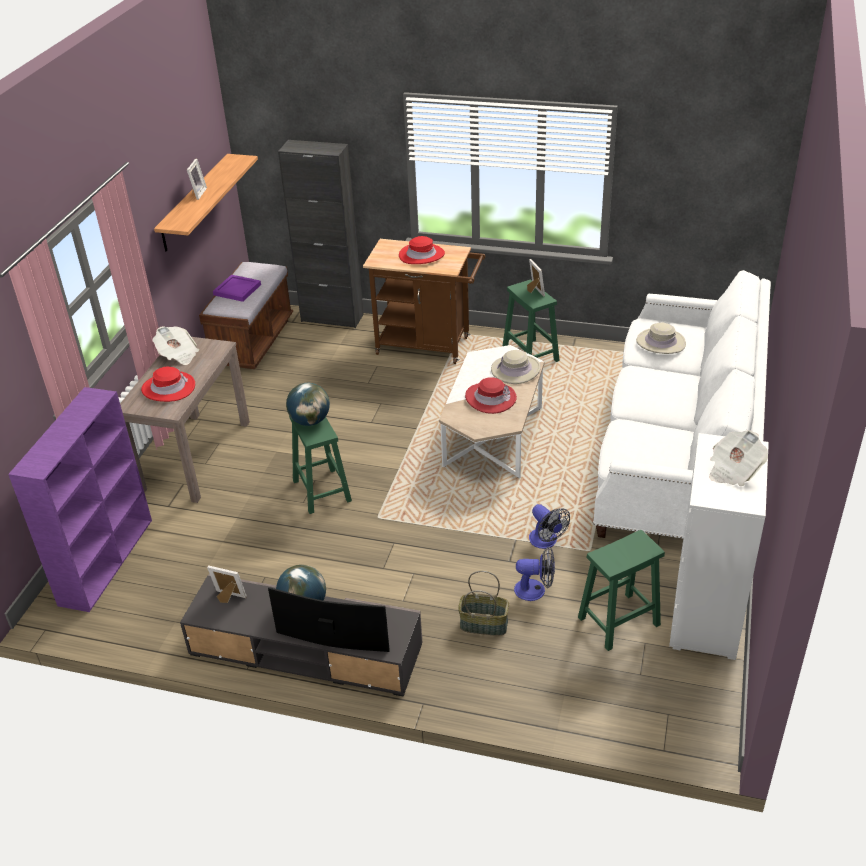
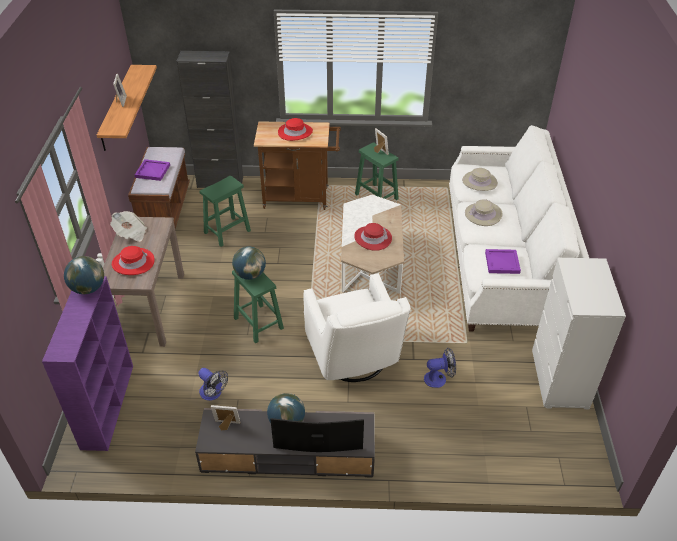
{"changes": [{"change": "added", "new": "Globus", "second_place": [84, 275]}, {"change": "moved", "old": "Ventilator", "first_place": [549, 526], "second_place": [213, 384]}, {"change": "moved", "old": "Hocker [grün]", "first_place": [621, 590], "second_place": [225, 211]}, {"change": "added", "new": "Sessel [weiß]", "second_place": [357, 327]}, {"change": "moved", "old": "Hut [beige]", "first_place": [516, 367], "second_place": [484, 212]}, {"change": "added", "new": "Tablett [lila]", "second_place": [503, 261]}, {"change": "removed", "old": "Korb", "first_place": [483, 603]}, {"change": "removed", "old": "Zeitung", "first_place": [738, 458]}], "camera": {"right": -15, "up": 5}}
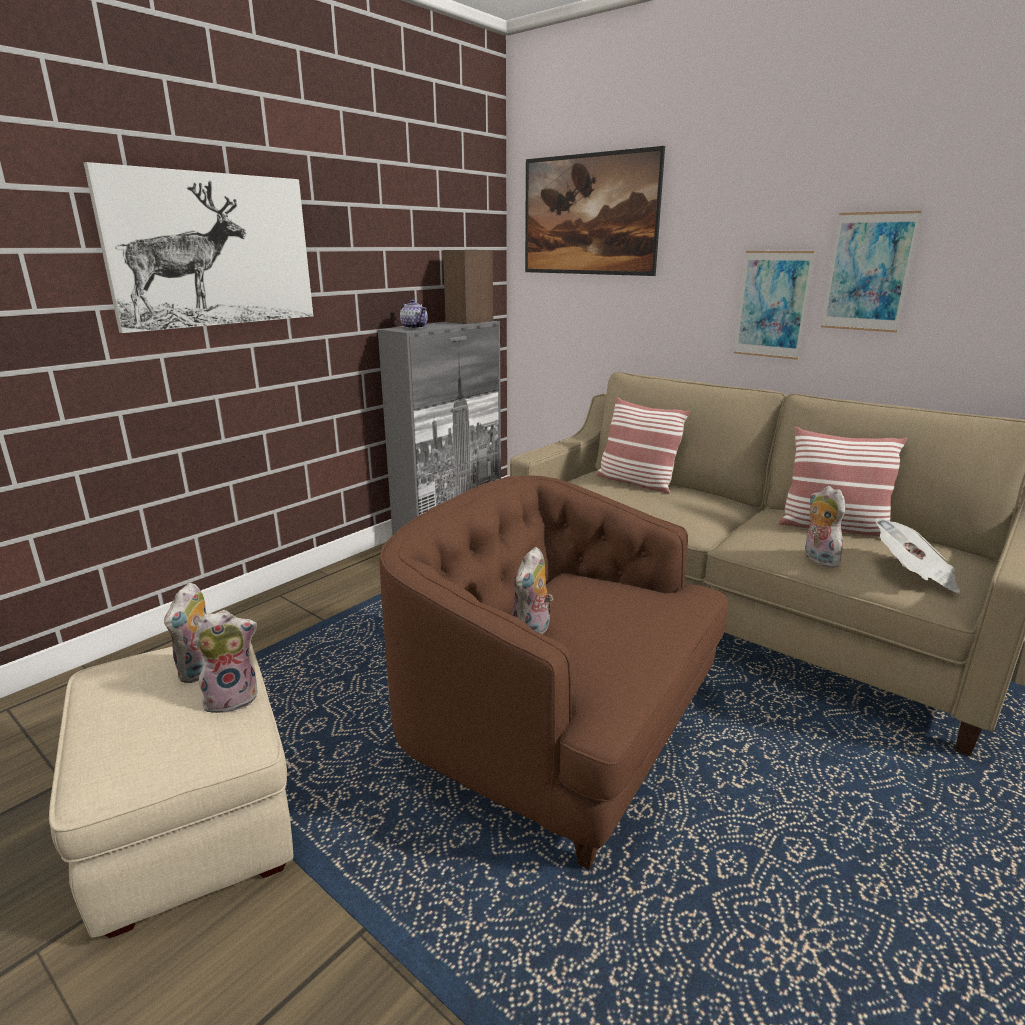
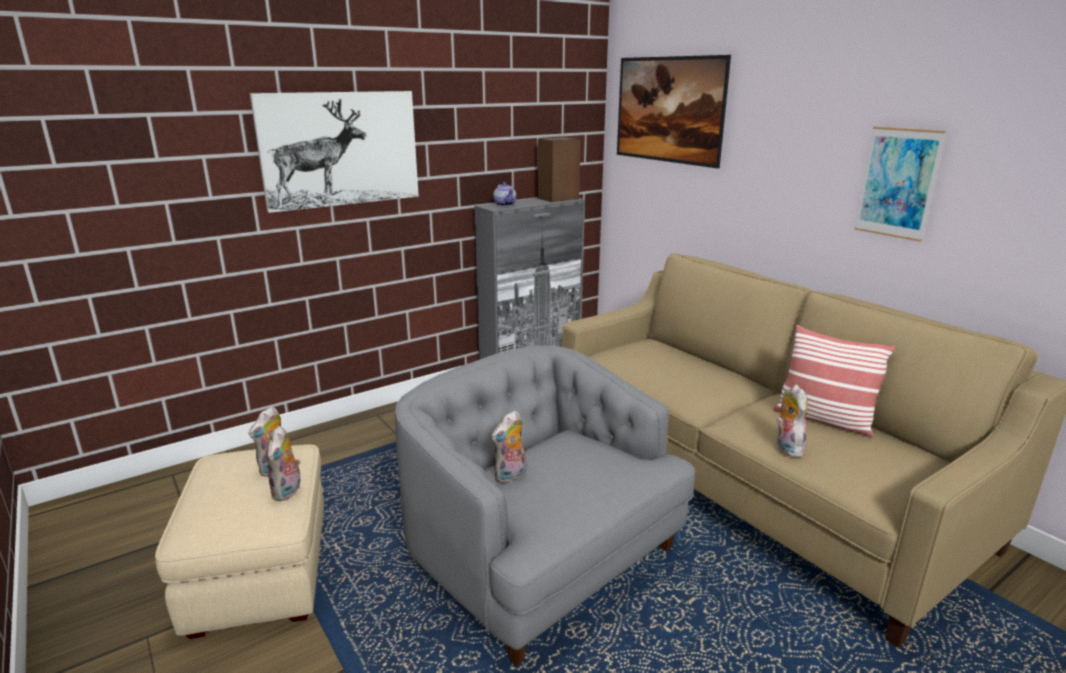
{"changes": [{"change": "turned", "old": "Plüschtier", "first_place": [225, 661], "second_place": [283, 463], "degrees": 105}, {"change": "recoloured", "old": "Sessel [braun]", "new": "Sessel [grau]", "first_place": [553, 672], "second_place": [545, 505]}, {"change": "removed", "old": "Kissen", "first_place": [643, 445]}, {"change": "removed", "old": "Bild", "first_place": [774, 305]}, {"change": "removed", "old": "Zeitung", "first_place": [917, 555]}], "camera": {"right": 15, "up": 0}}
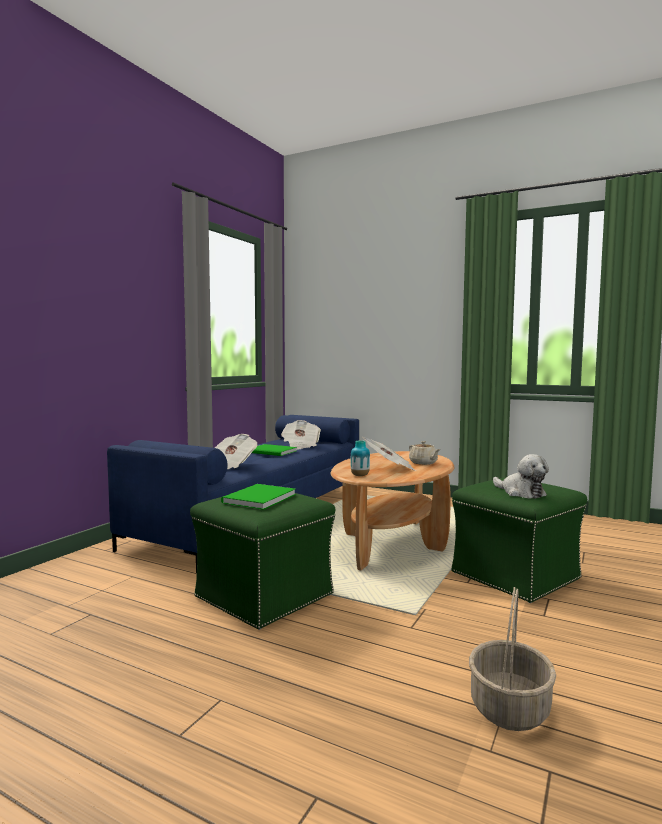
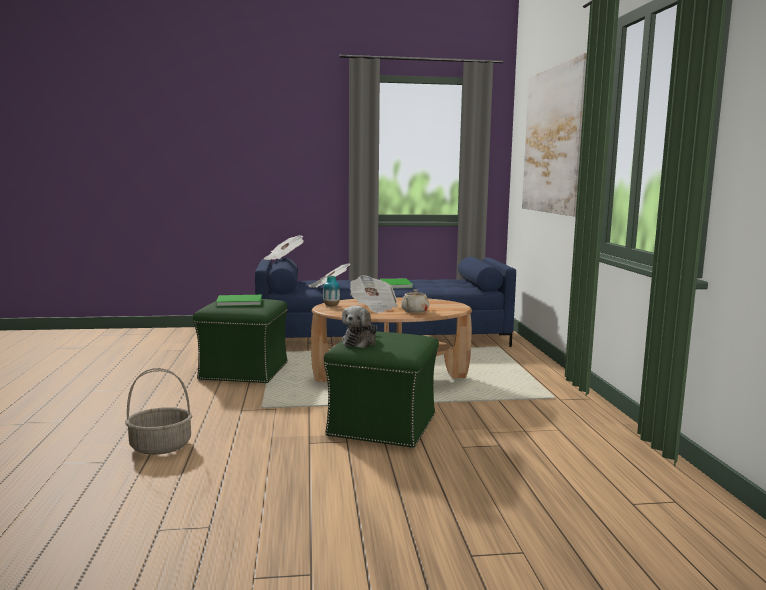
{"changes": [{"change": "moved", "old": "Zeitung", "first_place": [301, 435], "second_place": [284, 247]}, {"change": "added", "new": "Bild", "second_place": [554, 135]}], "camera": {"right": 55, "up": 5}}
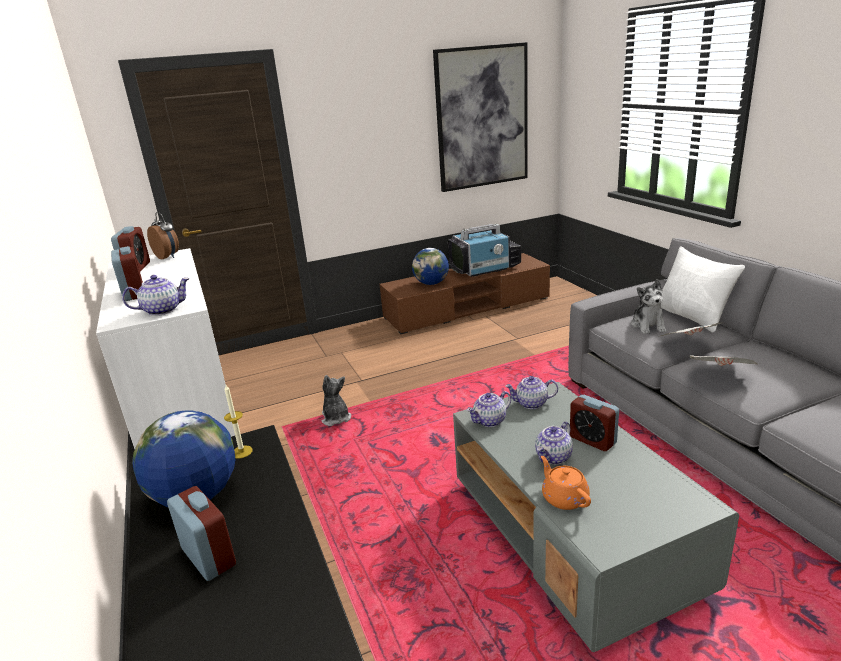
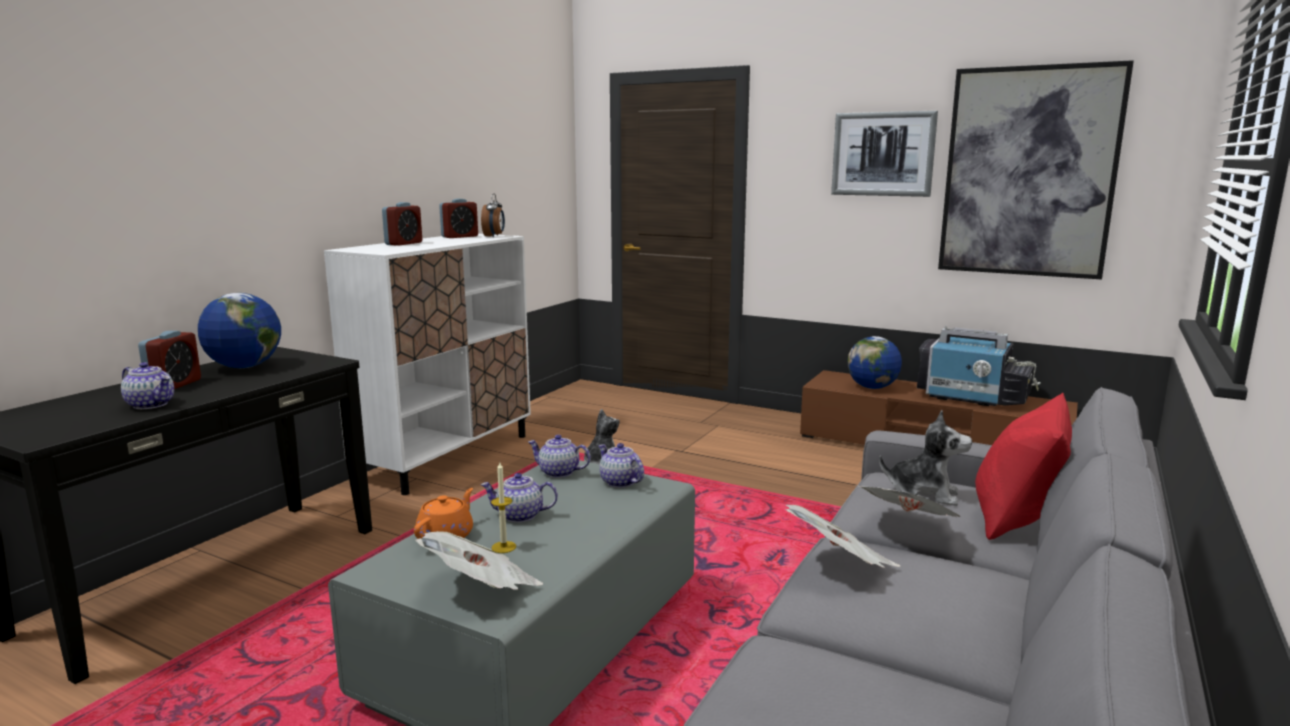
{"changes": [{"change": "moved", "old": "Teekanne", "first_place": [156, 295], "second_place": [147, 385]}, {"change": "added", "new": "Zeitung", "second_place": [479, 560]}, {"change": "moved", "old": "Kerze", "first_place": [238, 422], "second_place": [503, 507]}, {"change": "added", "new": "Bild", "second_place": [884, 154]}, {"change": "turned", "old": "Plüschtier", "first_place": [649, 306], "second_place": [925, 458], "degrees": -120}, {"change": "recoloured", "old": "Kissen [weiß]", "new": "Kissen [rot]", "first_place": [703, 289], "second_place": [1023, 466]}, {"change": "removed", "old": "Wecker", "first_place": [594, 423]}], "camera": {"right": 50, "up": -10}}
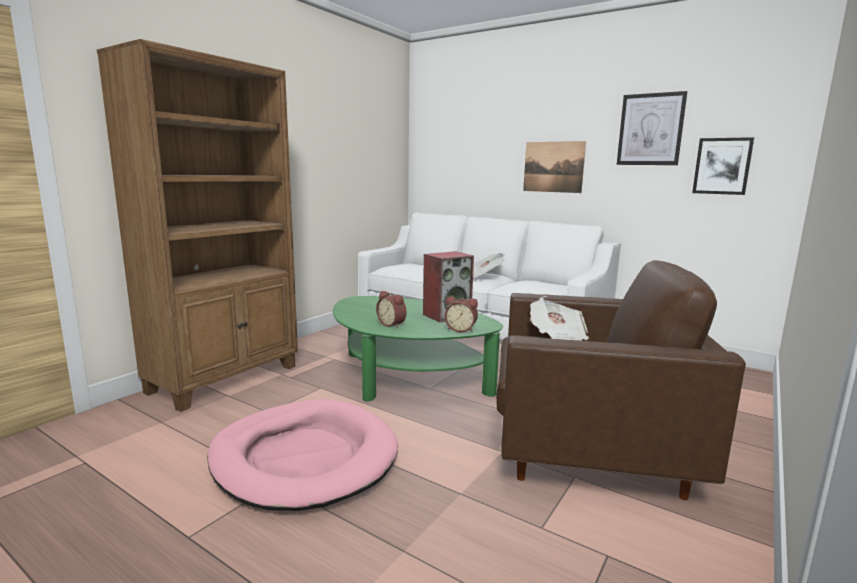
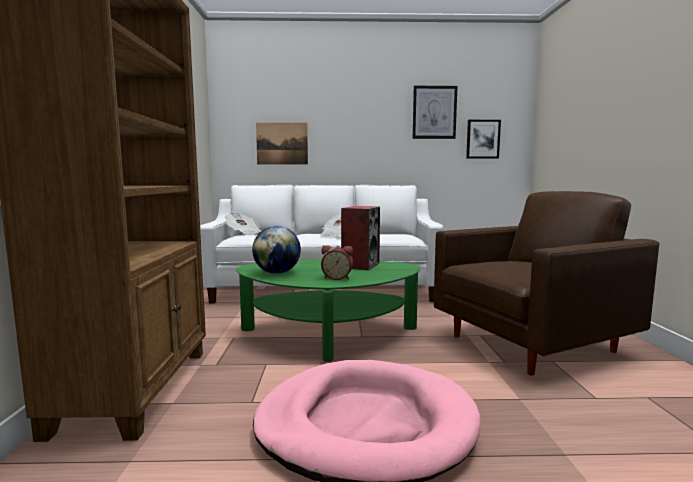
{"changes": [{"change": "moved", "old": "Zeitung", "first_place": [559, 318], "second_place": [243, 224]}, {"change": "added", "new": "Globus", "second_place": [276, 250]}, {"change": "moved", "old": "Bild", "first_place": [554, 167], "second_place": [282, 144]}, {"change": "removed", "old": "Wecker", "first_place": [461, 314]}], "camera": {"right": -35, "up": -5}}
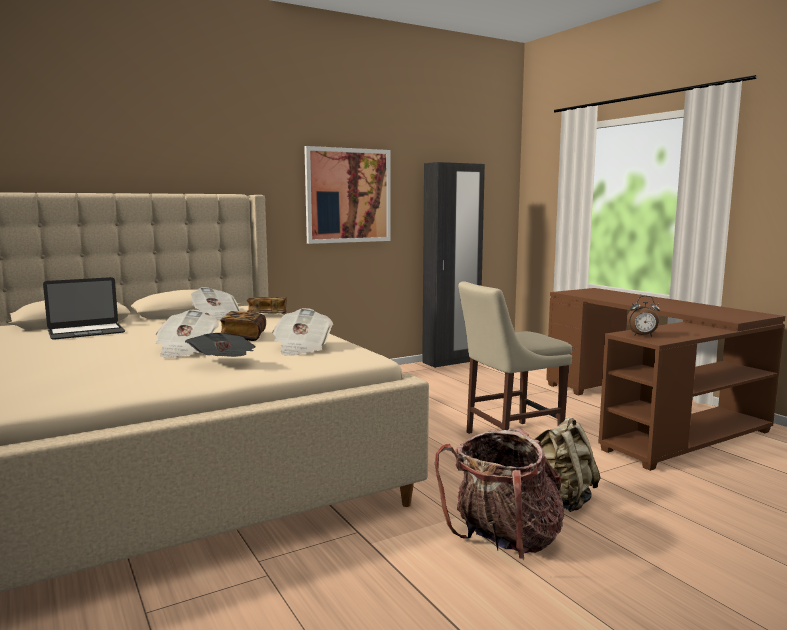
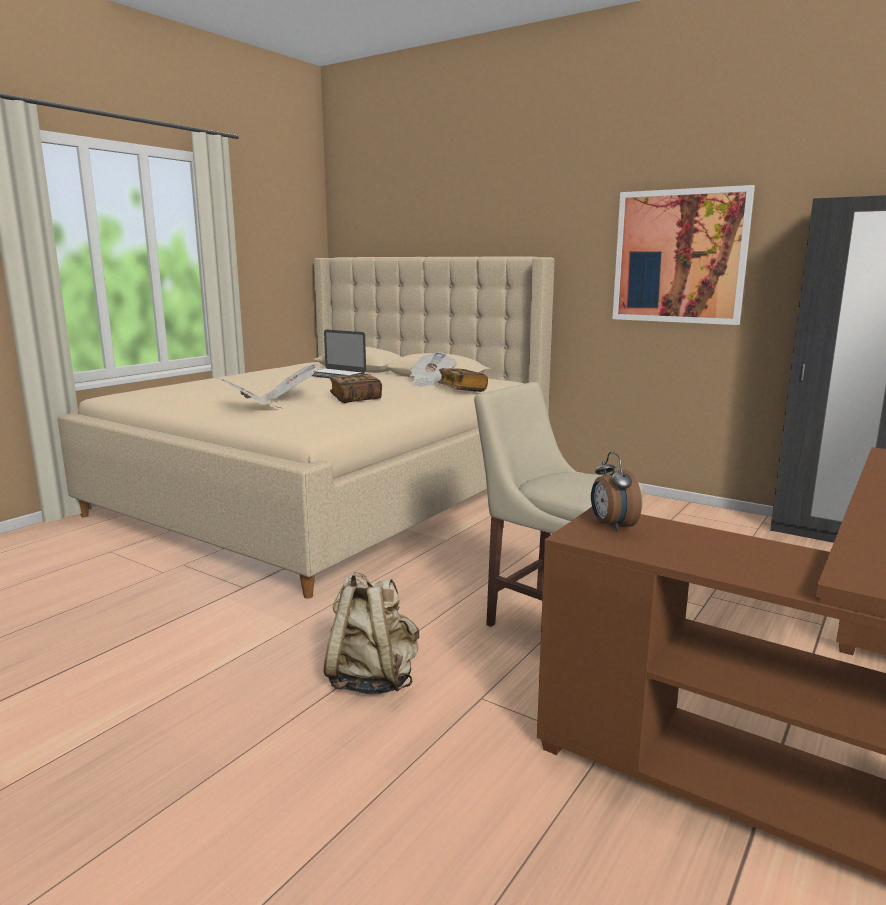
{"changes": [{"change": "removed", "old": "Zeitung", "first_place": [302, 332]}, {"change": "removed", "old": "Rucksack", "first_place": [499, 494]}], "camera": {"right": 65, "up": 5}}
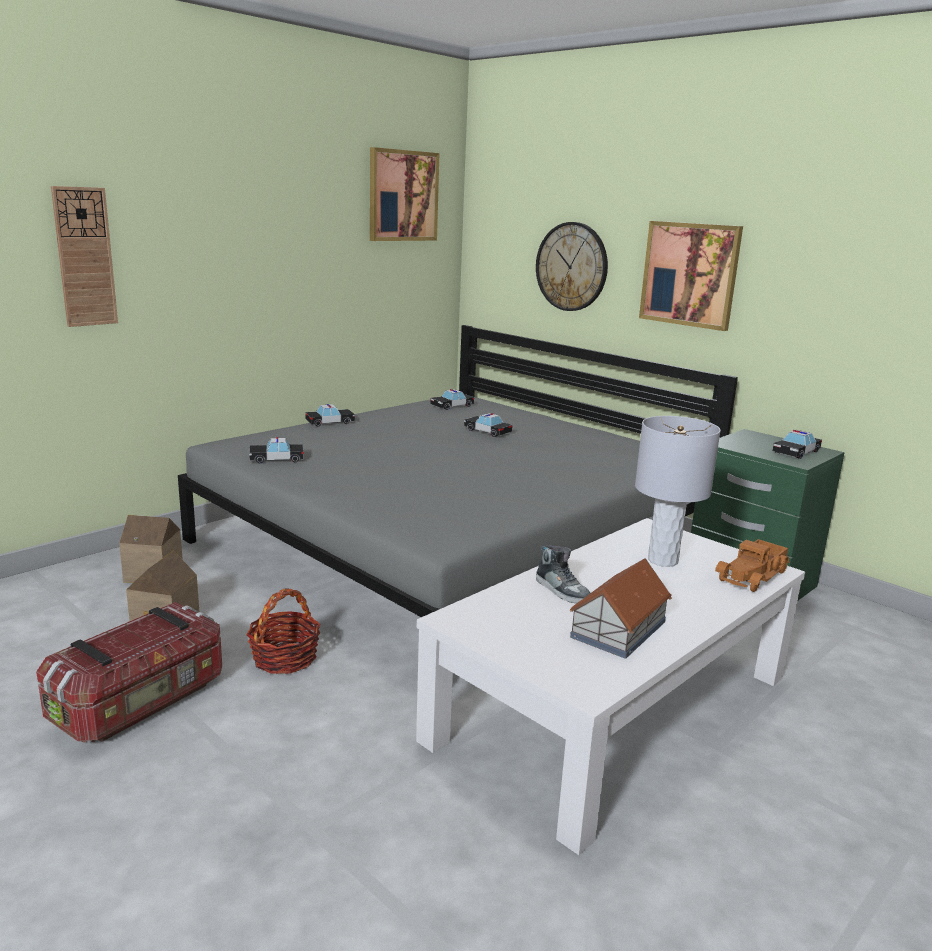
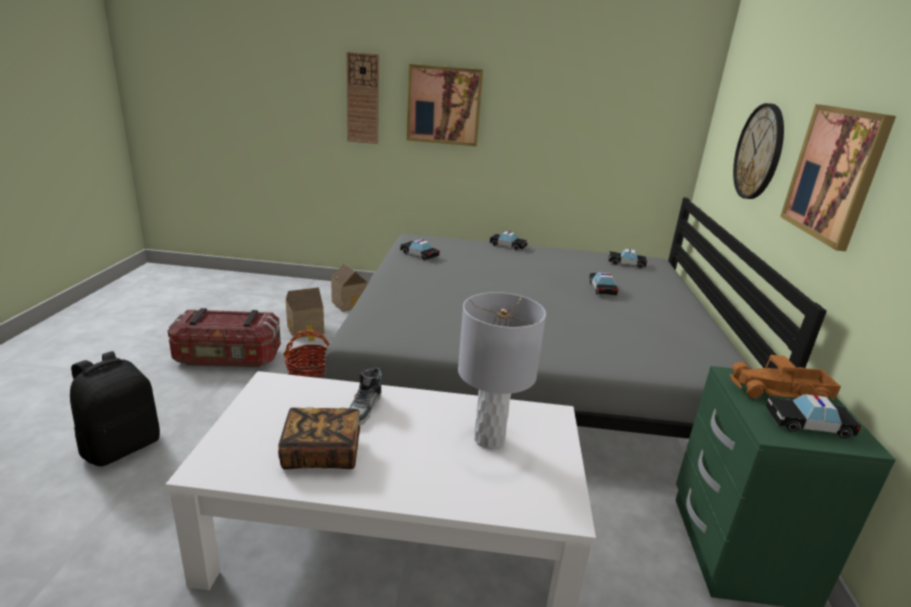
{"changes": [{"change": "added", "new": "Rucksack [schwarz]", "second_place": [115, 408]}, {"change": "replaced", "old": "Spielzeughaus", "new": "Buch", "first_place": [621, 608], "second_place": [319, 438]}, {"change": "moved", "old": "Bild", "first_place": [404, 194], "second_place": [445, 105]}, {"change": "moved", "old": "Spielzeuglaster", "first_place": [752, 565], "second_place": [785, 377]}], "camera": {"right": 50, "up": 5}}
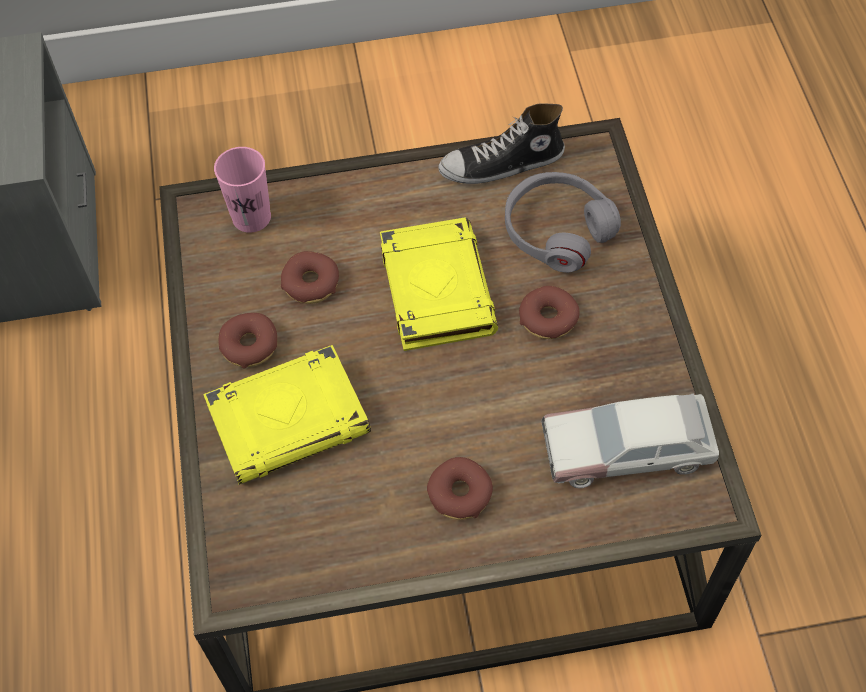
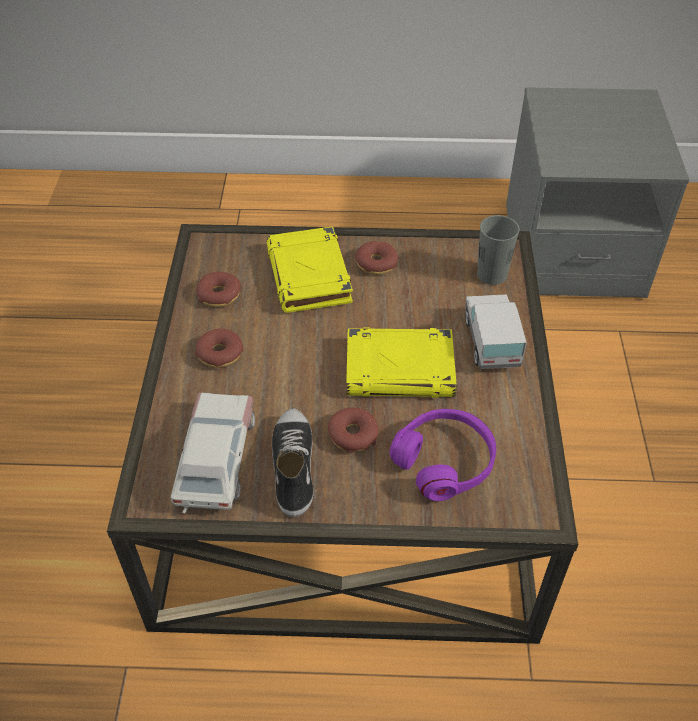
{"changes": [{"change": "moved", "old": "Donut", "first_place": [310, 277], "second_place": [218, 289]}, {"change": "moved", "old": "Schuh", "first_place": [501, 143], "second_place": [293, 462]}, {"change": "recoloured", "old": "Kopfhörer [grau]", "new": "Kopfhörer [lila]", "first_place": [563, 222], "second_place": [443, 455]}, {"change": "added", "new": "Spielzeuglaster", "second_place": [496, 331]}, {"change": "recoloured", "old": "Tasse [rosa]", "new": "Tasse [grau]", "first_place": [242, 190], "second_place": [498, 250]}], "camera": {"right": 100, "up": -10}}
